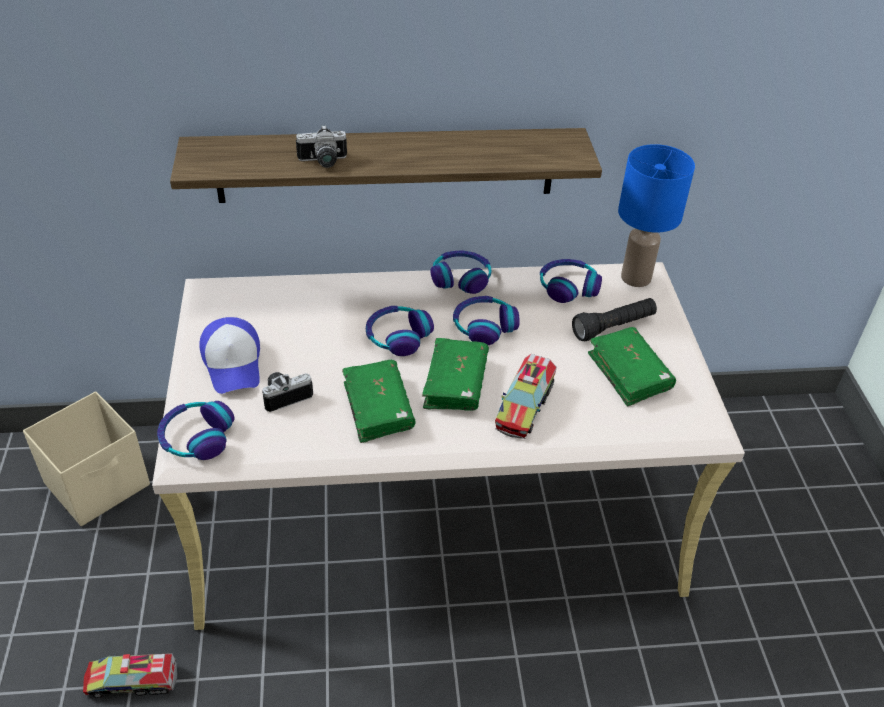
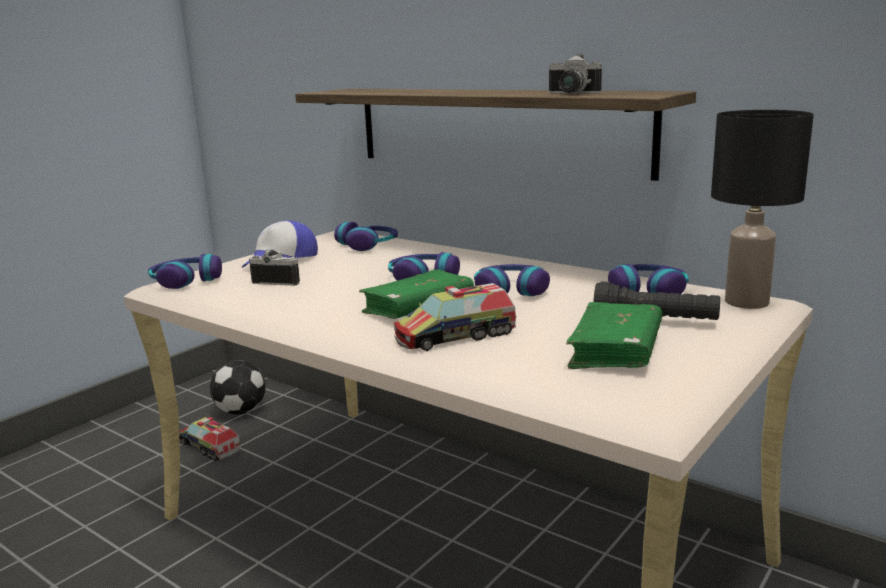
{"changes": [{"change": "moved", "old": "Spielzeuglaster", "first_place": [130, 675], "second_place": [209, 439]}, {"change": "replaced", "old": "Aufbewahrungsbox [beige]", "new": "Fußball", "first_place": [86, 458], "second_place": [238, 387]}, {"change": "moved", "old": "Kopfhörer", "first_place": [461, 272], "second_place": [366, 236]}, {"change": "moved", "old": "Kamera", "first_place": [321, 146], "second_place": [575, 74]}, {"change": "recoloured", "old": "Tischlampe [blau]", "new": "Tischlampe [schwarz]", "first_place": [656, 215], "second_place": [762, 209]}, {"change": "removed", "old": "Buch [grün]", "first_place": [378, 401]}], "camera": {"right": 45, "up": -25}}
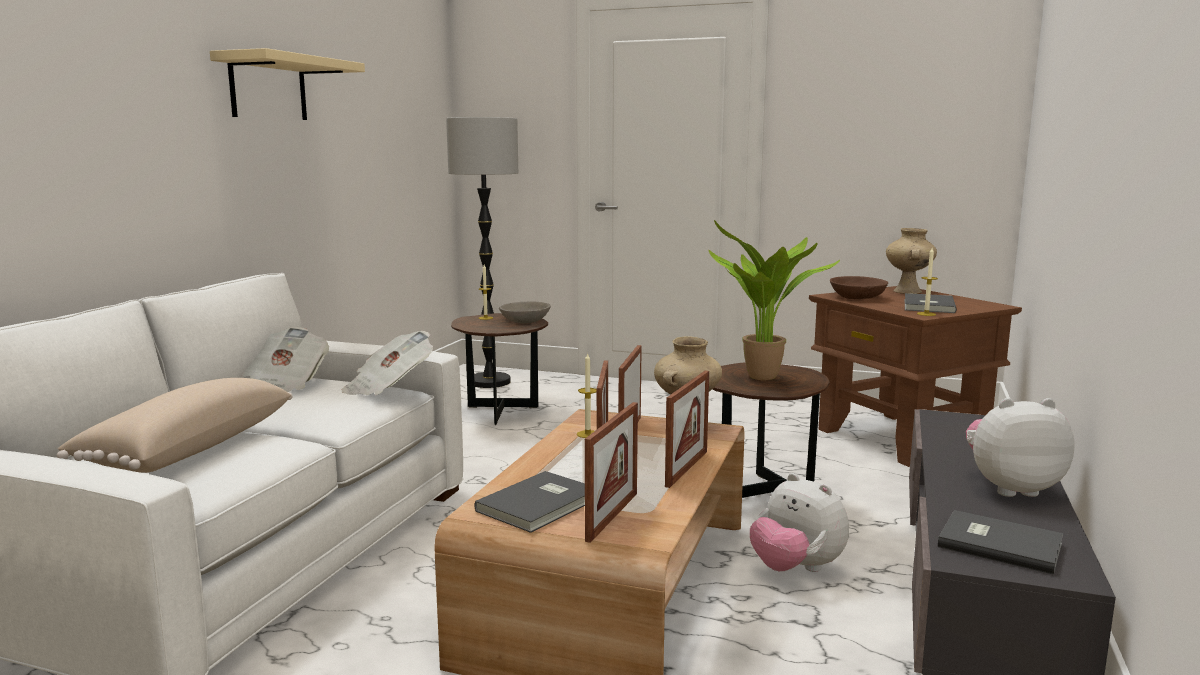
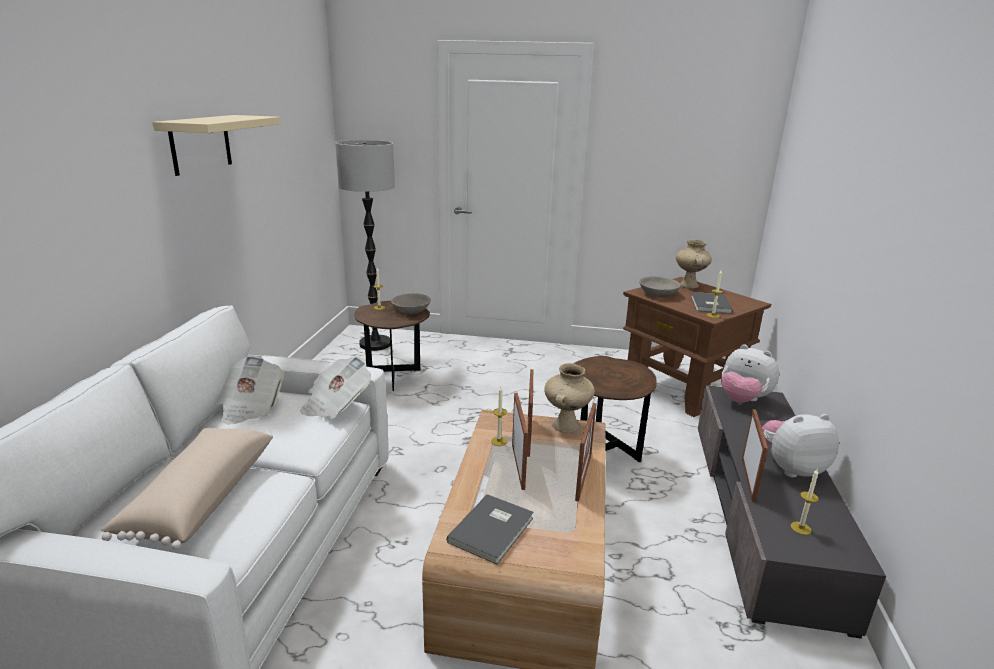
{"changes": [{"change": "recoloured", "old": "Schüssel [braun]", "new": "Schüssel [grau]", "first_place": [859, 287], "second_place": [660, 286]}, {"change": "moved", "old": "Plüschtier", "first_place": [799, 522], "second_place": [750, 373]}, {"change": "moved", "old": "Bilderrahmen", "first_place": [611, 472], "second_place": [755, 455]}, {"change": "replaced", "old": "Buch [grau]", "new": "Kerze", "first_place": [1000, 542], "second_place": [804, 502]}, {"change": "removed", "old": "Topfpflanze", "first_place": [774, 300]}], "camera": {"right": -10, "up": 10}}
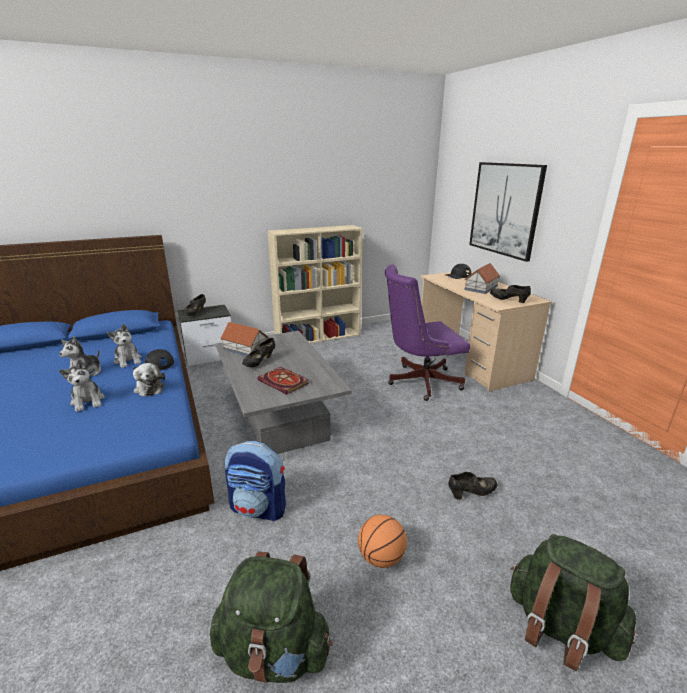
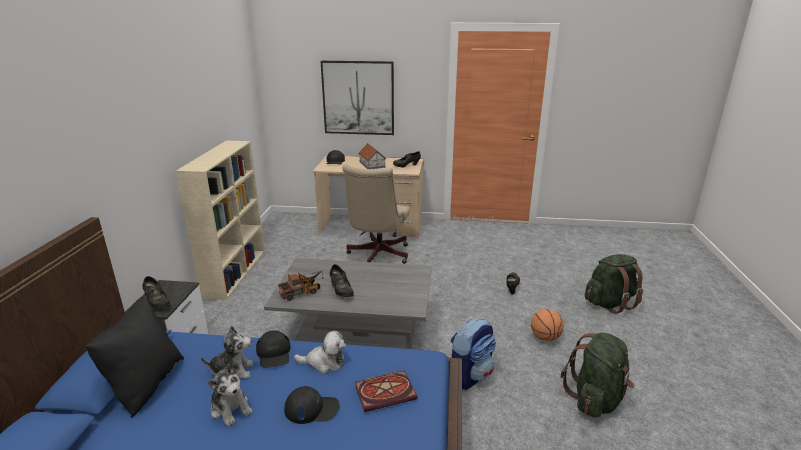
{"changes": [{"change": "added", "new": "Kissen [schwarz]", "second_place": [134, 357]}, {"change": "replaced", "old": "Spielzeughaus", "new": "Spielzeuglaster", "first_place": [244, 339], "second_place": [301, 285]}, {"change": "replaced", "old": "Plüschtier", "new": "Kappe [schwarz]", "first_place": [82, 385], "second_place": [312, 405]}, {"change": "recoloured", "old": "Bürostuhl [lila]", "new": "Bürostuhl [beige]", "first_place": [427, 332], "second_place": [376, 214]}, {"change": "moved", "old": "Buch", "first_place": [283, 381], "second_place": [386, 391]}], "camera": {"right": -60, "up": 0}}
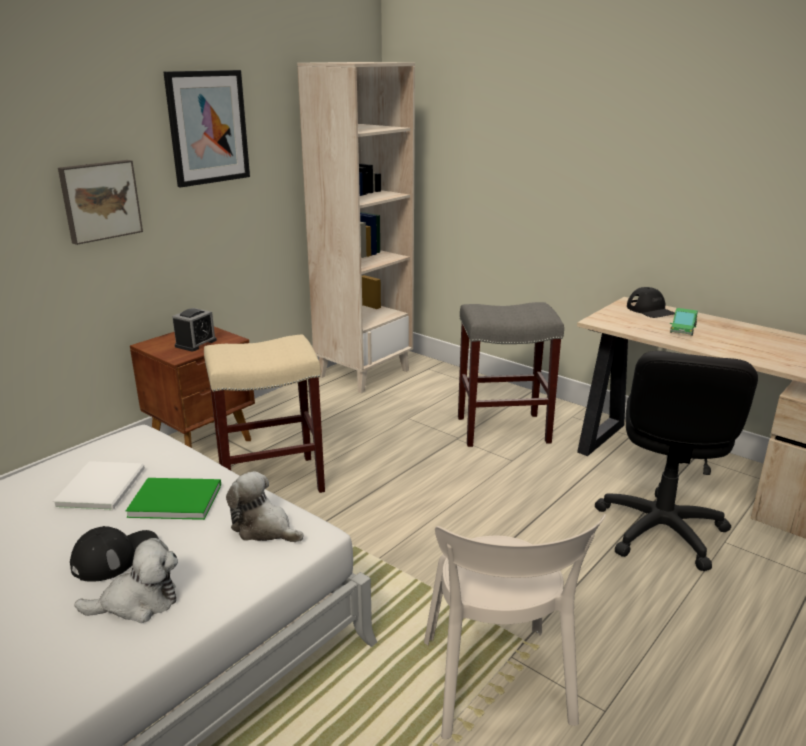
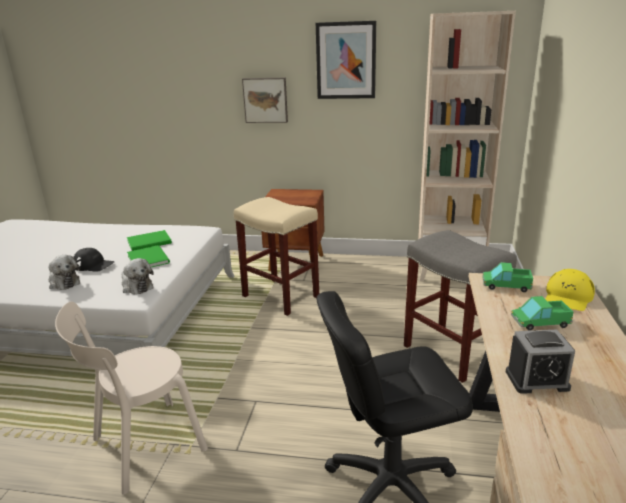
{"changes": [{"change": "turned", "old": "Plüschtier", "first_place": [265, 506], "second_place": [137, 276], "degrees": 135}, {"change": "recoloured", "old": "Buch [weiß]", "new": "Buch [grün]", "first_place": [99, 486], "second_place": [149, 240]}, {"change": "added", "new": "Spielzeuglaster", "second_place": [507, 277]}, {"change": "moved", "old": "Wecker", "first_place": [194, 329], "second_place": [540, 362]}, {"change": "recoloured", "old": "Kappe [schwarz]", "new": "Kappe [gelb]", "first_place": [651, 302], "second_place": [570, 290]}], "camera": {"right": 60, "up": 0}}
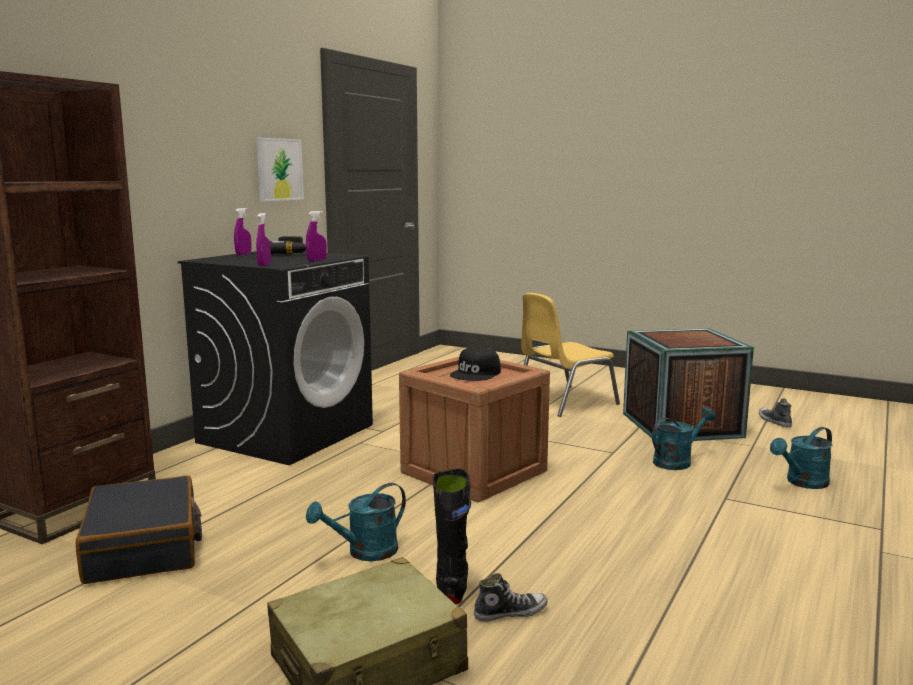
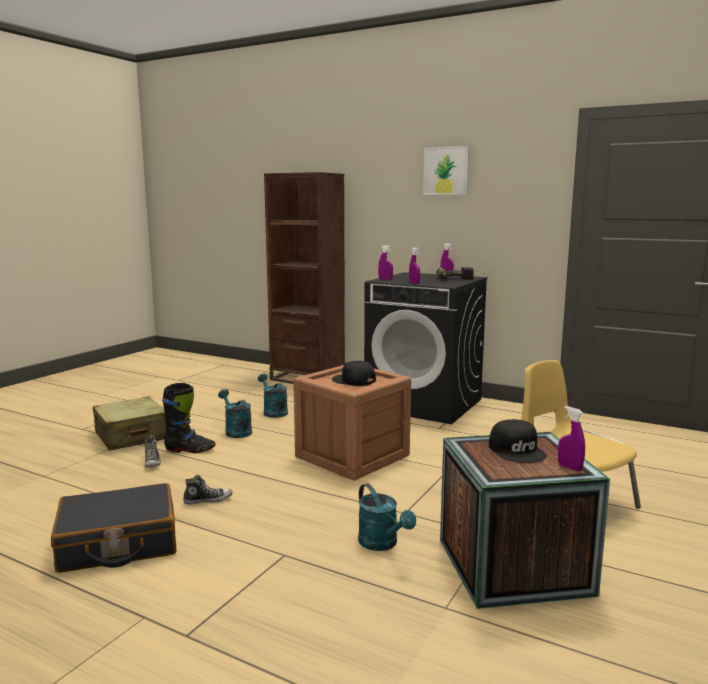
{"changes": [{"change": "moved", "old": "Koffer [schwarz]", "first_place": [139, 529], "second_place": [113, 528]}, {"change": "moved", "old": "Schuh", "first_place": [775, 412], "second_place": [208, 490]}, {"change": "moved", "old": "Gießkanne [türkis]", "first_place": [801, 458], "second_place": [273, 396]}, {"change": "moved", "old": "Bild", "first_place": [280, 170], "second_place": [446, 170]}, {"change": "added", "new": "Kappe [schwarz]", "second_place": [518, 441]}, {"change": "added", "new": "Sprühflasche [lila]", "second_place": [571, 439]}], "camera": {"right": 90, "up": 0}}
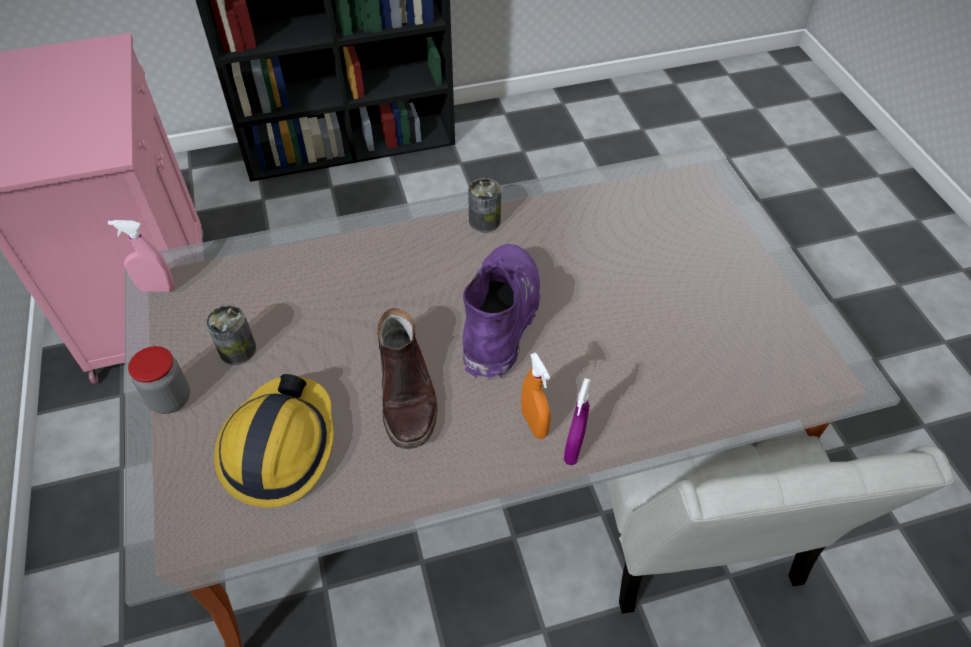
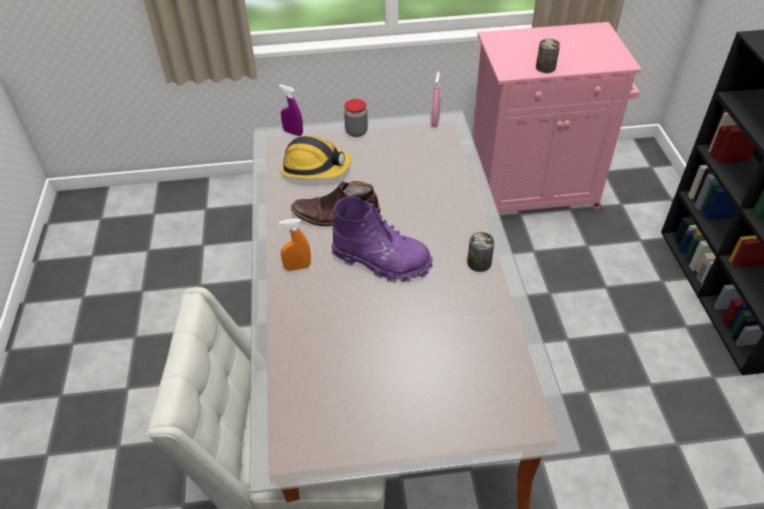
{"changes": [{"change": "moved", "old": "Sprühflasche [lila]", "first_place": [577, 421], "second_place": [291, 110]}, {"change": "moved", "old": "Dose", "first_place": [231, 335], "second_place": [548, 56]}], "camera": {"right": 100, "up": -5}}
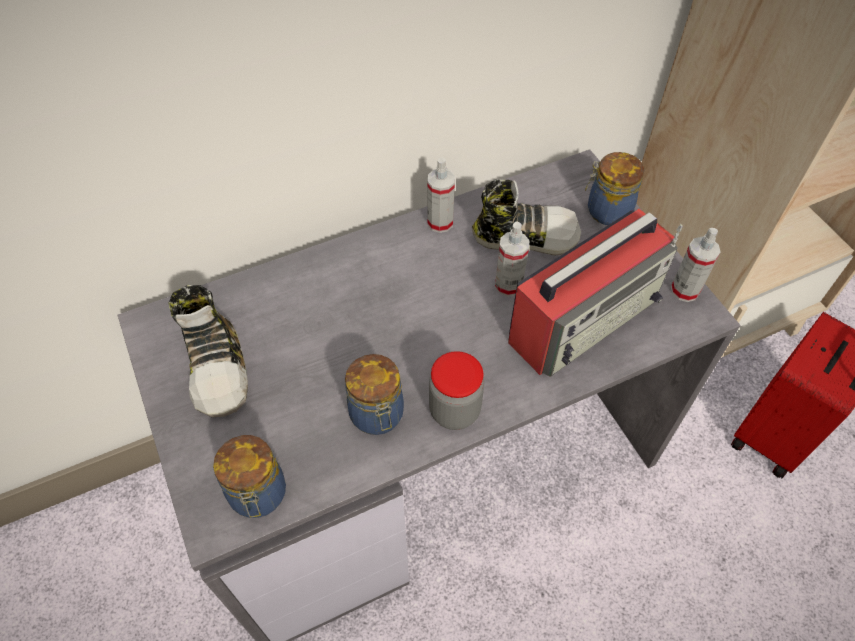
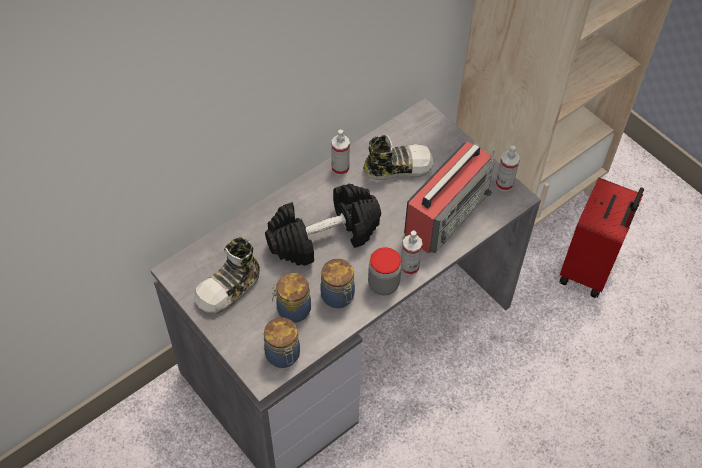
{"changes": [{"change": "turned", "old": "Schuh", "first_place": [208, 351], "second_place": [227, 276], "degrees": 75}, {"change": "added", "new": "Hantel [schwarz]", "second_place": [323, 225]}, {"change": "moved", "old": "Vorratsglas", "first_place": [614, 188], "second_place": [291, 298]}, {"change": "moved", "old": "Sprühflasche", "first_place": [512, 259], "second_place": [411, 252]}], "camera": {"right": -15, "up": 0}}
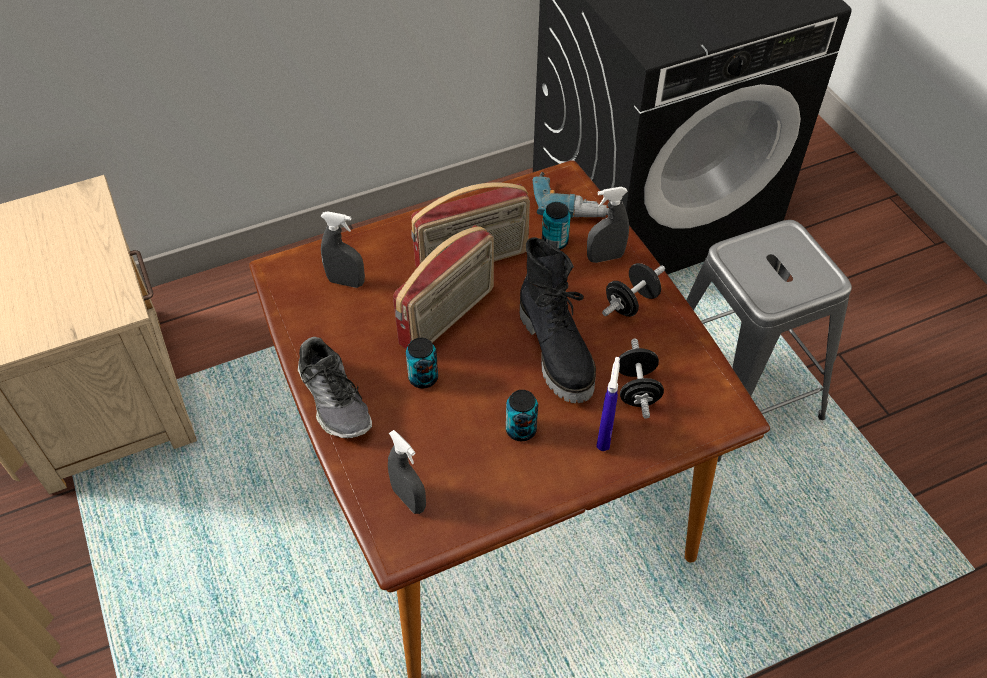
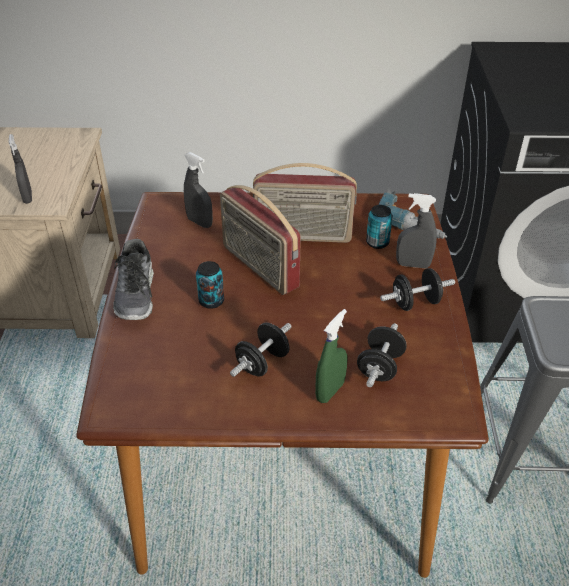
{"changes": [{"change": "moved", "old": "Sprühflasche [grau]", "first_place": [407, 472], "second_place": [20, 169]}, {"change": "turned", "old": "Radio", "first_place": [443, 287], "second_place": [260, 240], "degrees": 75}, {"change": "replaced", "old": "Dose", "new": "Hantel [schwarz]", "first_place": [522, 415], "second_place": [261, 350]}, {"change": "recoloured", "old": "Sprühflasche [blau]", "new": "Sprühflasche [grün]", "first_place": [608, 404], "second_place": [331, 356]}, {"change": "removed", "old": "Stiefel [schwarz]", "first_place": [558, 320]}], "camera": {"right": 25, "up": -10}}
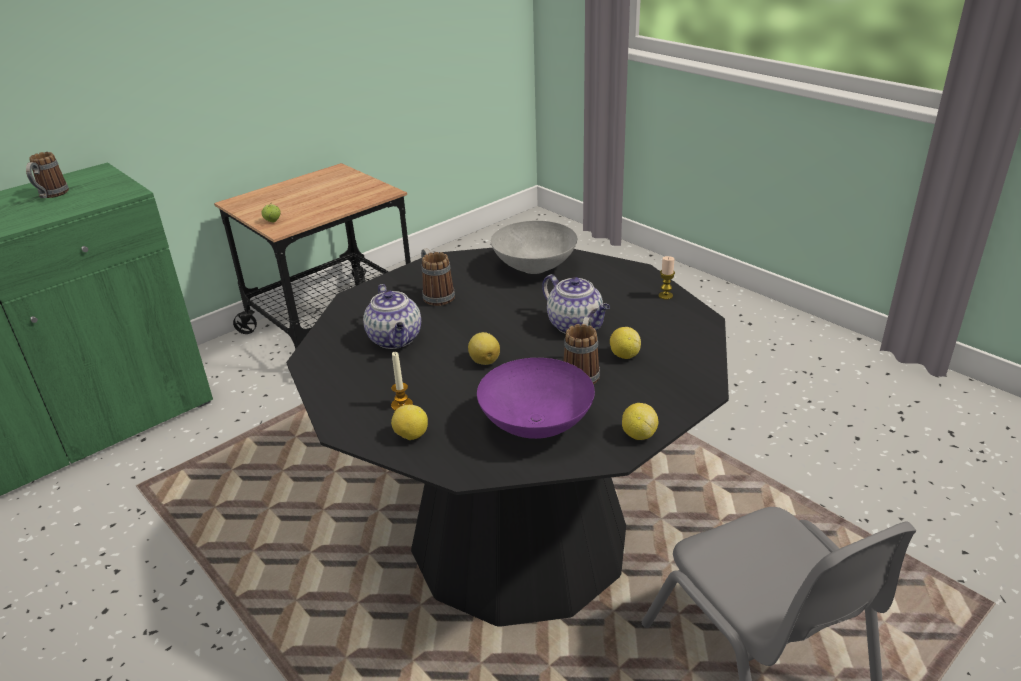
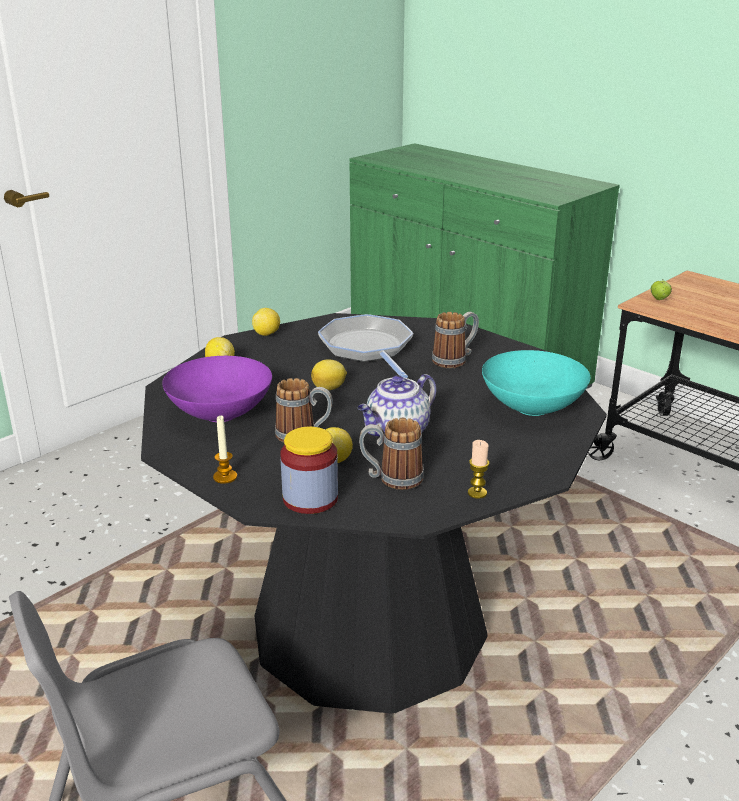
{"changes": [{"change": "moved", "old": "Kerze", "first_place": [402, 381], "second_place": [225, 450]}, {"change": "moved", "old": "Zitrone", "first_place": [640, 421], "second_place": [266, 322]}, {"change": "added", "new": "Vorratsglas", "second_place": [309, 470]}, {"change": "replaced", "old": "Teekanne", "new": "Pfanne", "first_place": [392, 316], "second_place": [365, 346]}, {"change": "moved", "old": "Henkelbecher", "first_place": [47, 175], "second_place": [391, 454]}, {"change": "recoloured", "old": "Schüssel [grau]", "new": "Schüssel [türkis]", "first_place": [534, 247], "second_place": [536, 383]}], "camera": {"right": 85, "up": -5}}
